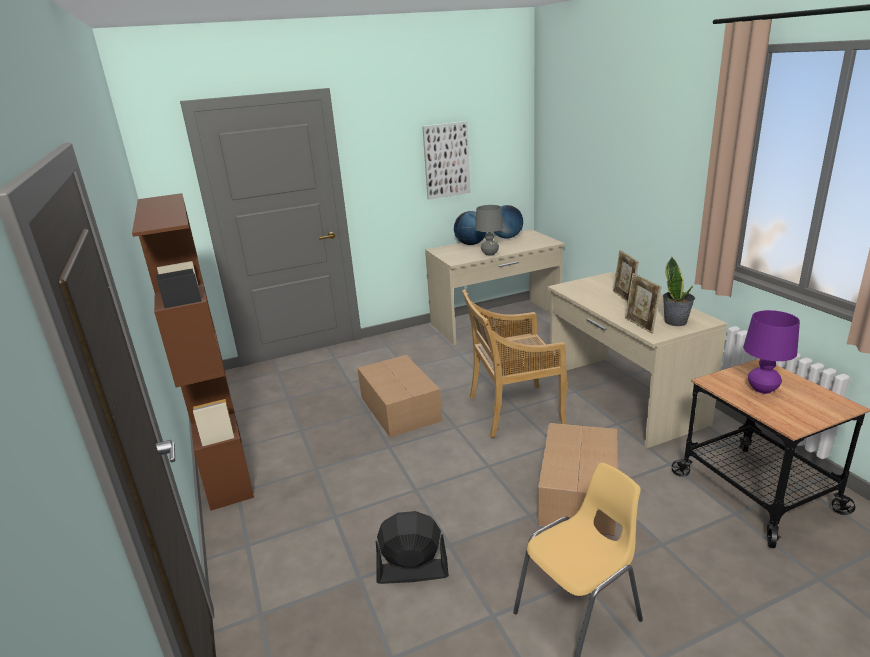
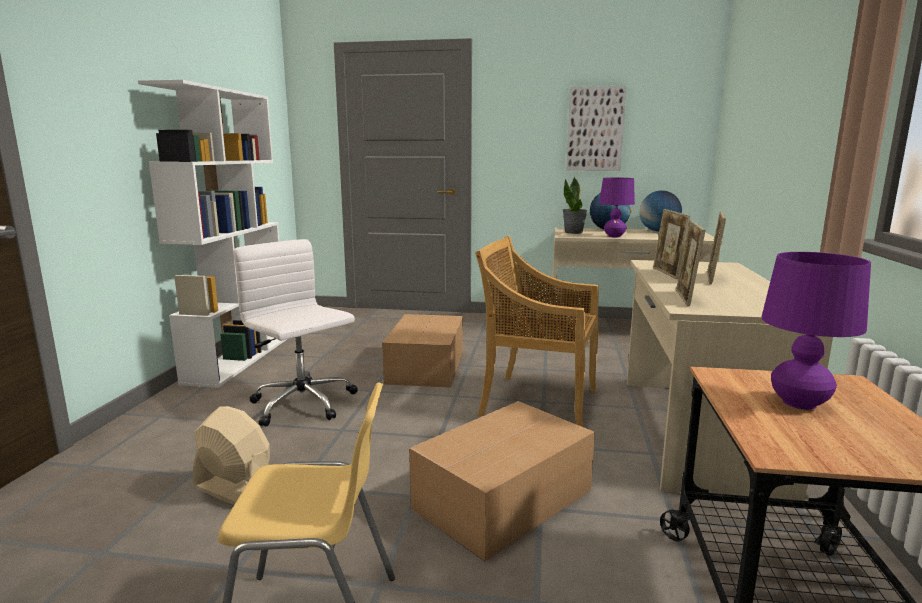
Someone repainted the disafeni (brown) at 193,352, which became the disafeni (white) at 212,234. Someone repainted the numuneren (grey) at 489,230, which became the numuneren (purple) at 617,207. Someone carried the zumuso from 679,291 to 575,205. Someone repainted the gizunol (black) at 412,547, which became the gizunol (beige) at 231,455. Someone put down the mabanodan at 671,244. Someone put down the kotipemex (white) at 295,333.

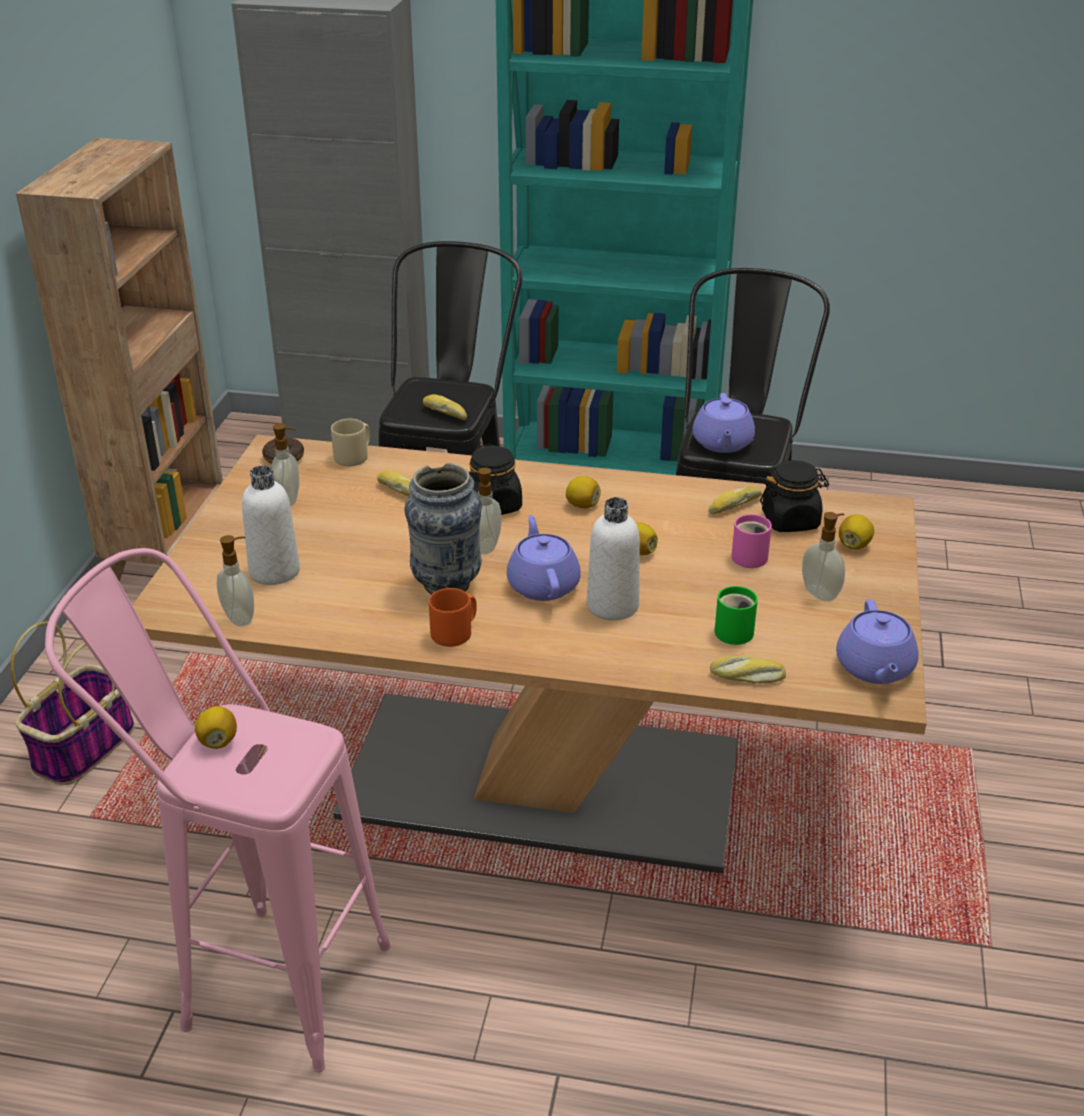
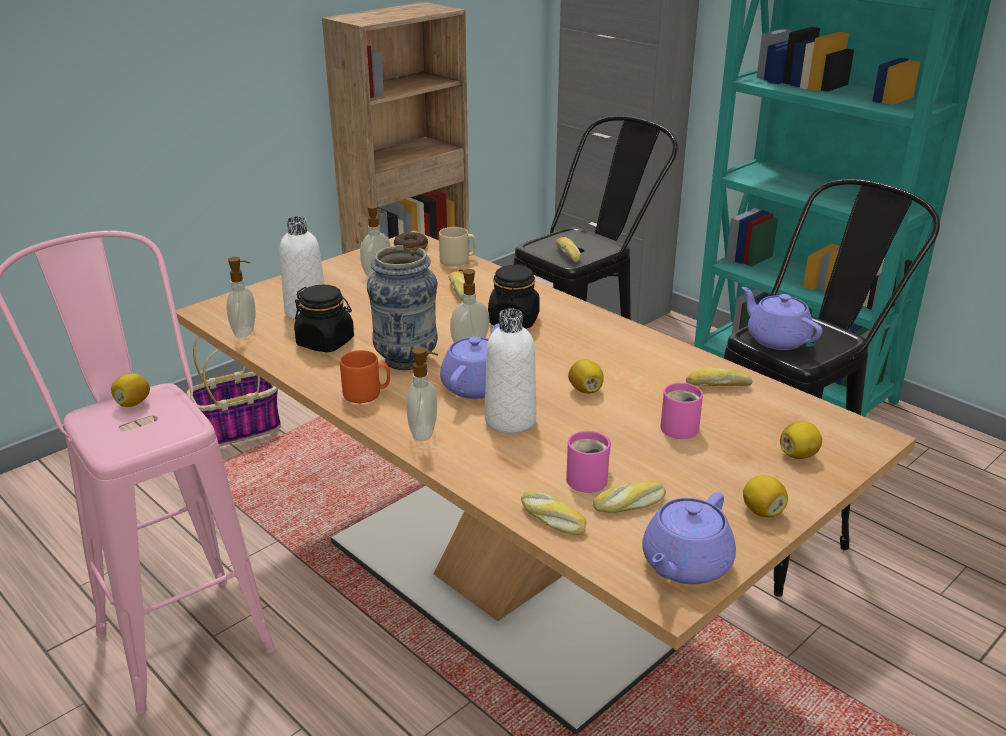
Someone rotated the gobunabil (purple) at 723,423 by 105 degrees clockwise. Someone carried the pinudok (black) from 794,496 to 324,318. Someone carried the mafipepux from 583,492 to 765,496. Someone carried the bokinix from 823,557 to 422,394. Someone repainted the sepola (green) at 736,615, which became the sepola (pink) at 588,462. Someone put down the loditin at 629,497.

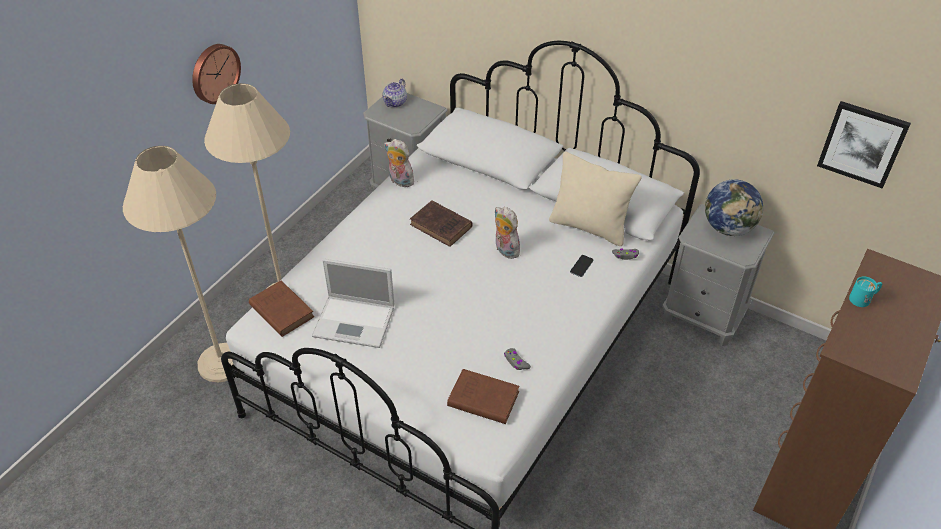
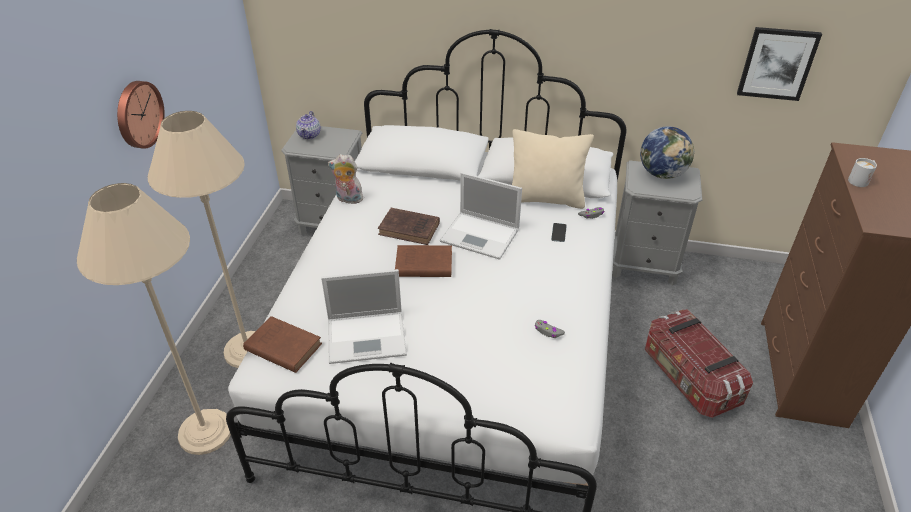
Someone swapped the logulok at 507,233 for the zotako at 481,216. Someone repainted the sepola (turquoise) at 865,292, which became the sepola (white) at 862,172. Someone carried the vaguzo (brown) from 483,396 to 423,261. Someone put down the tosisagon at 699,363.

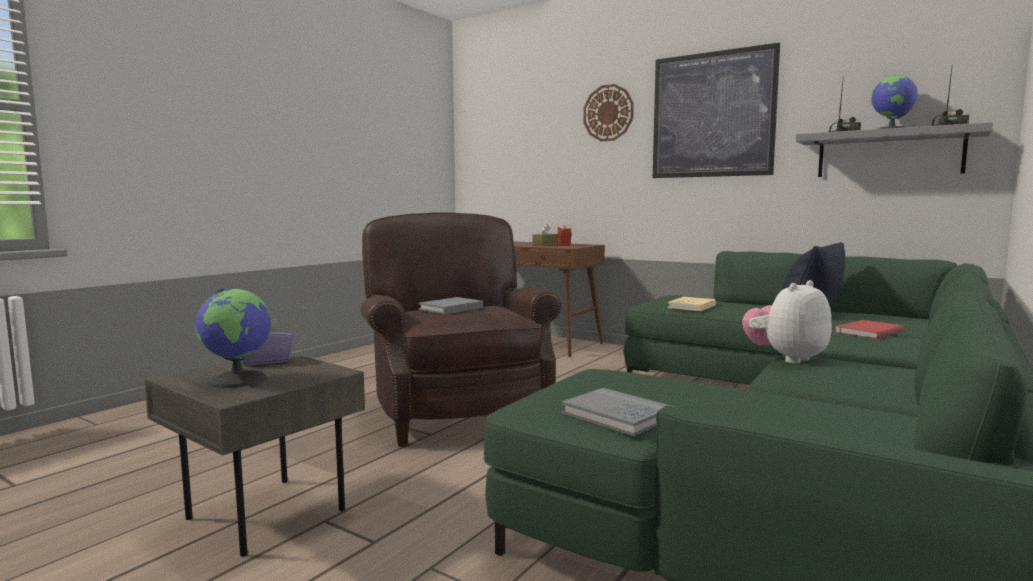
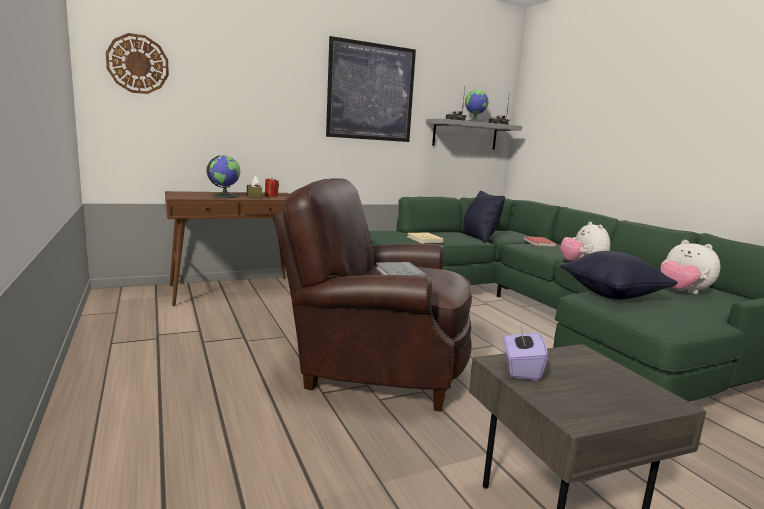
Someone carried the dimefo from 608,112 to 137,63. Someone carried the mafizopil from 233,338 to 224,176. Someone took away the vaguzo (grey) at 618,412. Someone put down the logulok at 690,267. Someone put down the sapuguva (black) at 619,275.

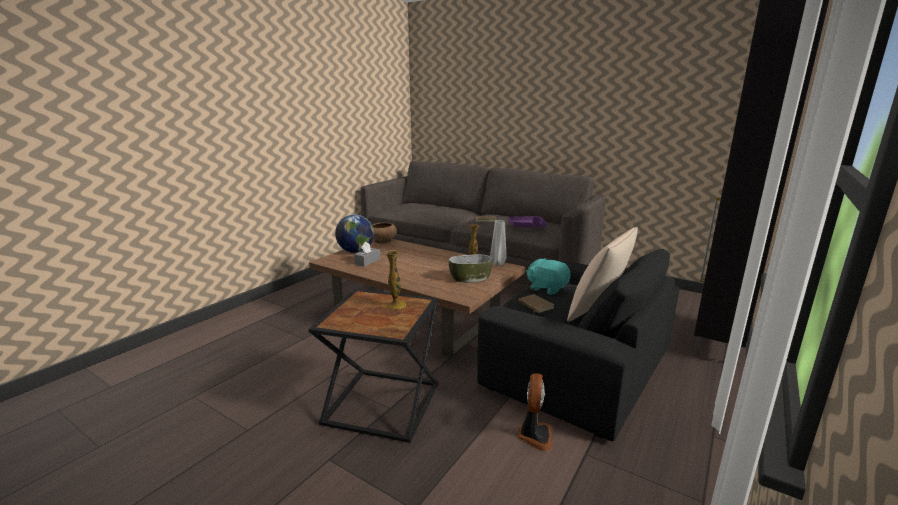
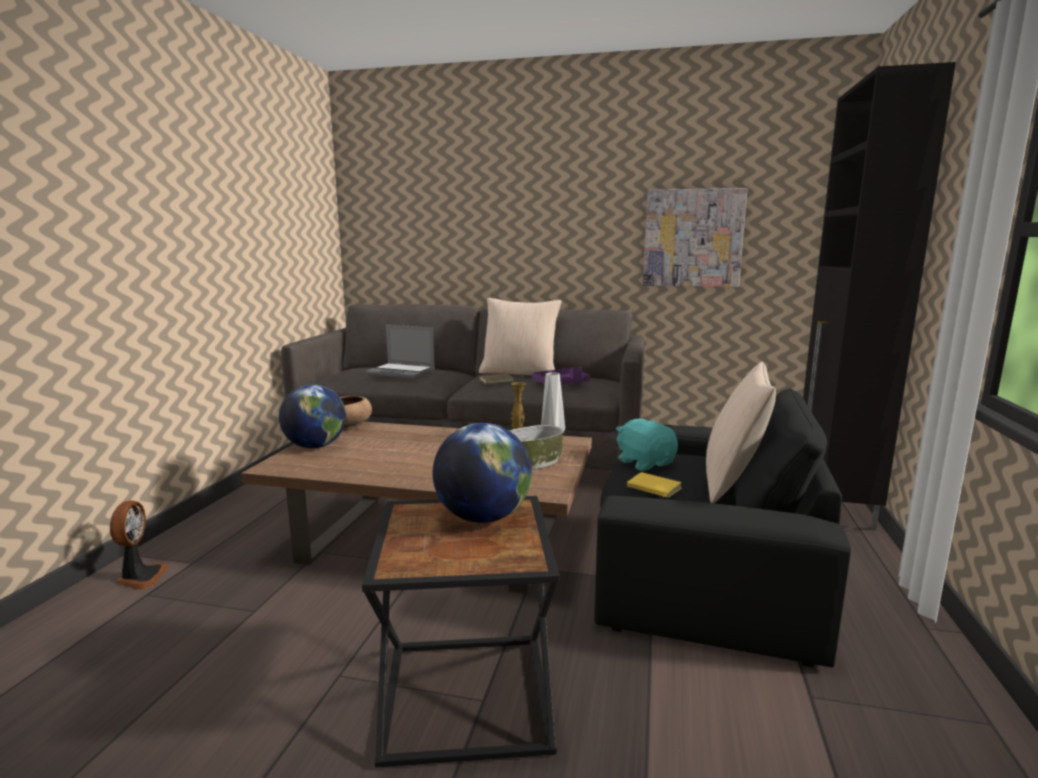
Someone took away the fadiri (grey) at 367,254. Someone swapped the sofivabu at 395,280 for the mafizopil at 482,473. Someone rotated the logulok (turquoise) at 548,276 by 45 degrees clockwise. Someone repainted the vaguzo (brown) at 536,303, which became the vaguzo (yellow) at 654,485. Someone carried the gizunol from 535,412 to 139,544. Someone put up the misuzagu at 695,237. Someone put down the sapuguva (beige) at 520,336. Someone put down the zotako at 400,352.

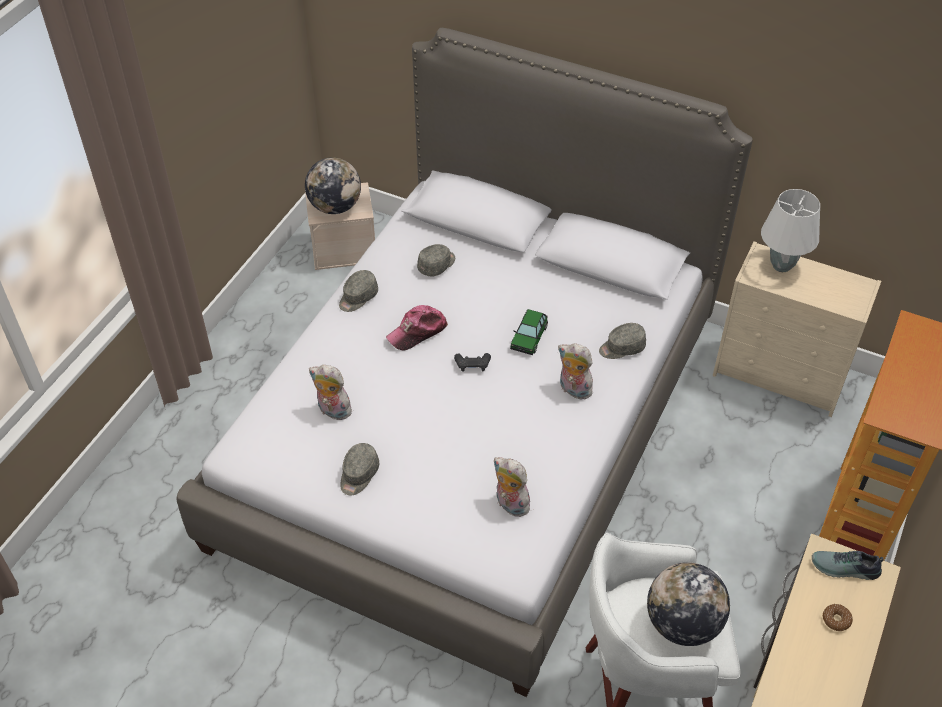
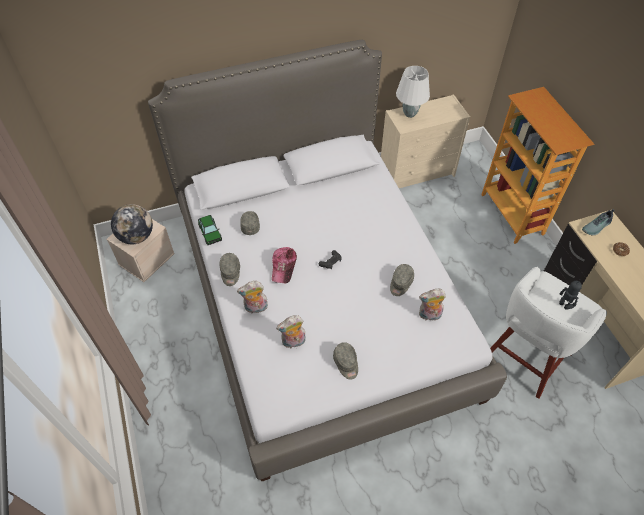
Someone carried the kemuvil from 529,332 to 210,230. Someone carried the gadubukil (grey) from 622,341 to 402,280. Someone carried the logulok from 575,371 to 252,297. Someone swapped the mafizopil at 688,604 for the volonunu at 570,295.

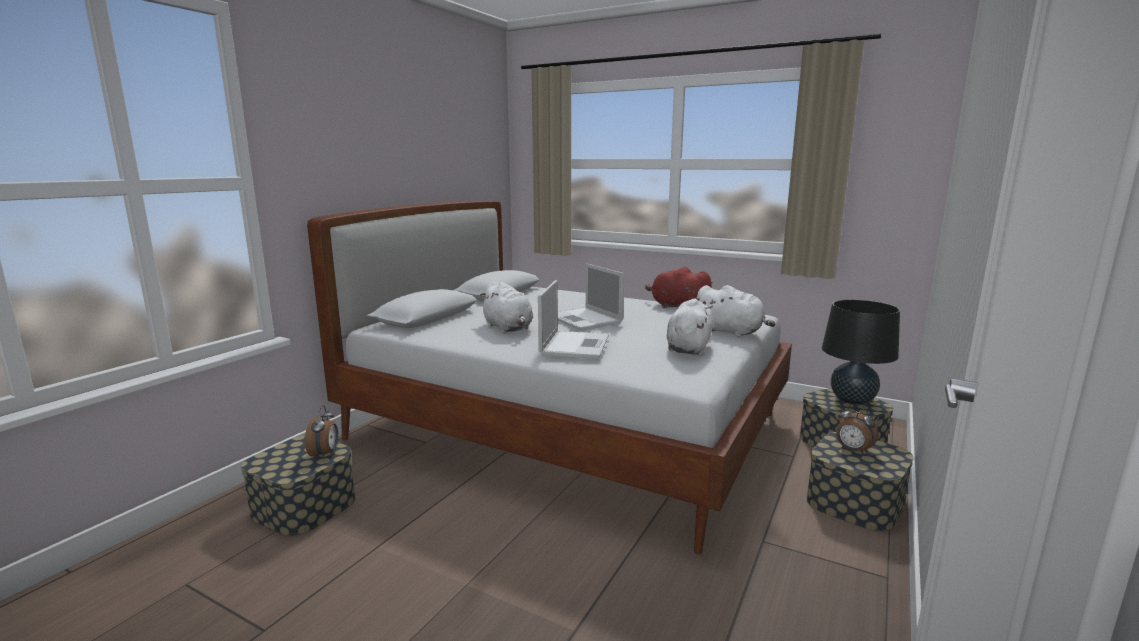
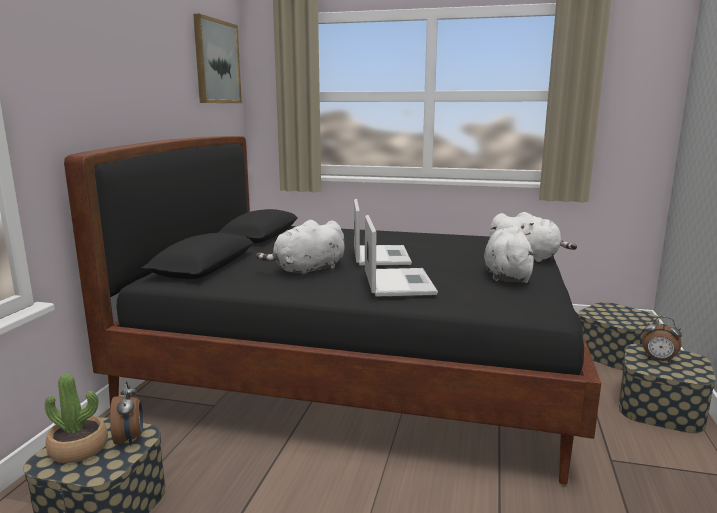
Someone repainted the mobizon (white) at 549,377, which became the mobizon (black) at 332,310. Someone rotated the zotako at 591,296 by 135 degrees counterclockwise. Someone took away the logulok (red) at 679,287. Someone rotated the logulok (white) at 506,307 by 105 degrees clockwise. Someone took away the numuneren (black) at 861,352. Someone put up the misuzagu at 217,58. Someone put down the zumuso at 76,418.

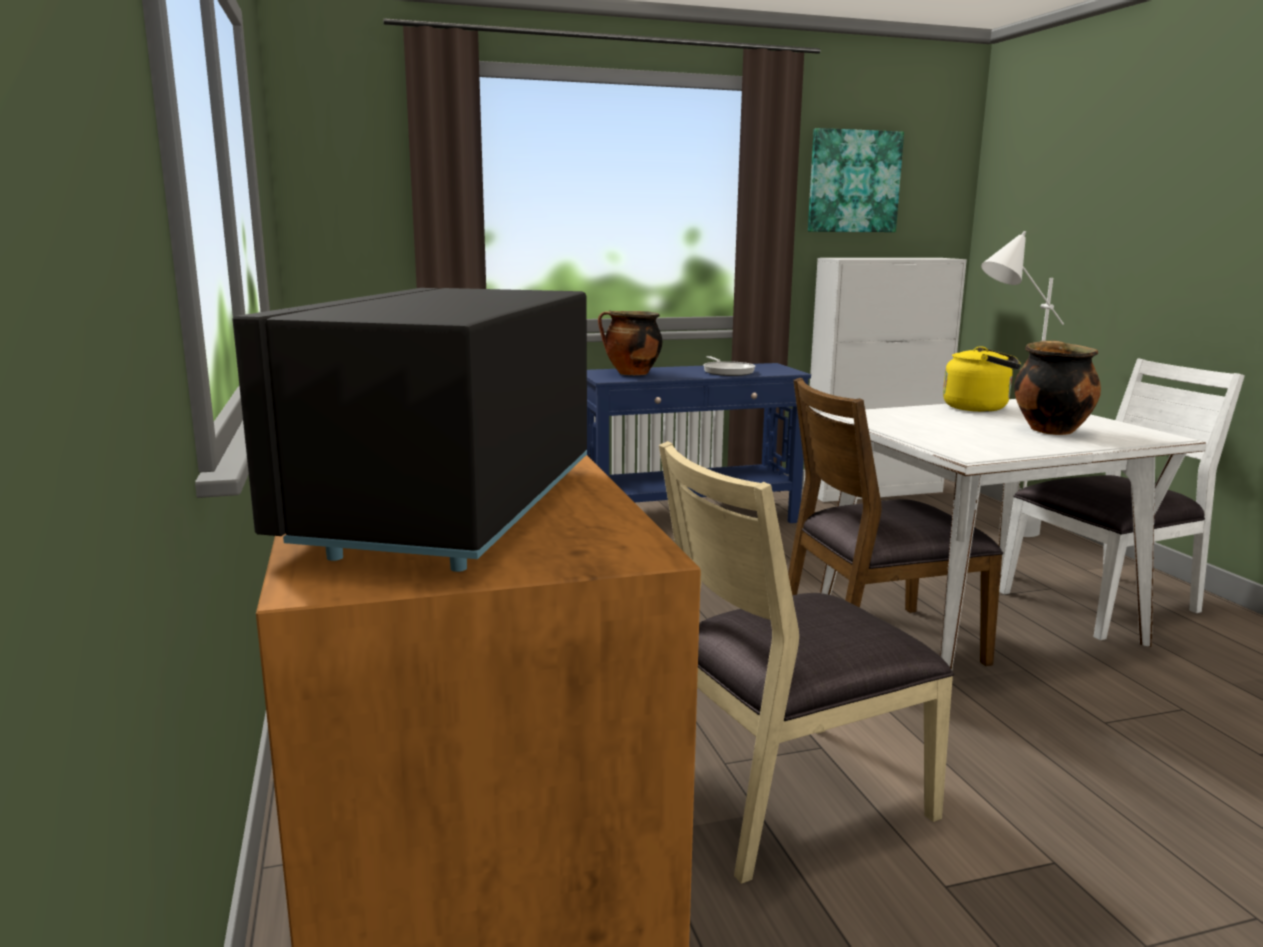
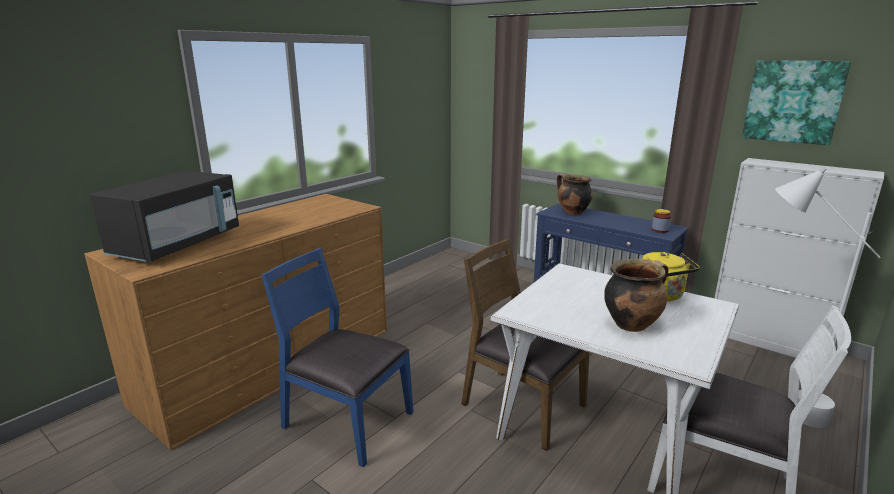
Someone rotated the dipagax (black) at 409,430 by 135 degrees clockwise. Someone took away the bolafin at 729,366. Someone repainted the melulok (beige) at 806,662, which became the melulok (blue) at 337,357. Someone put down the pinudok at 661,221.

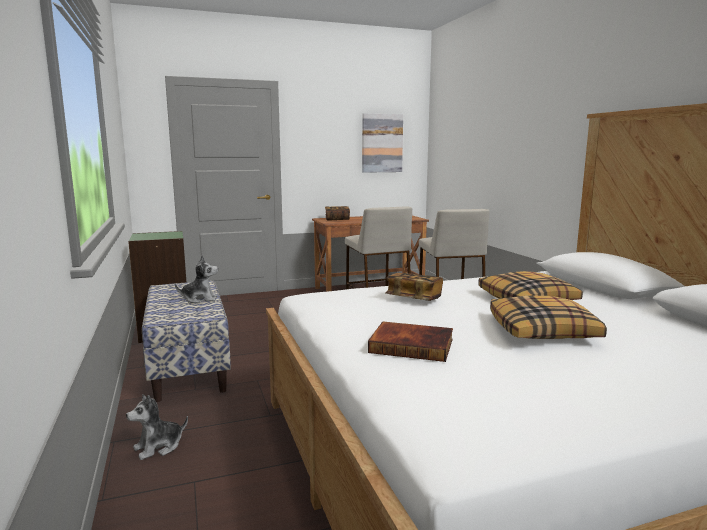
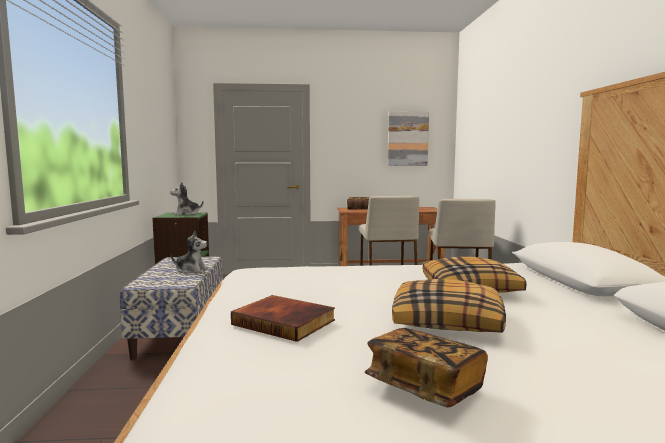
Someone carried the vaguzo from 414,287 to 426,367. Someone carried the logulok from 157,427 to 186,198.

